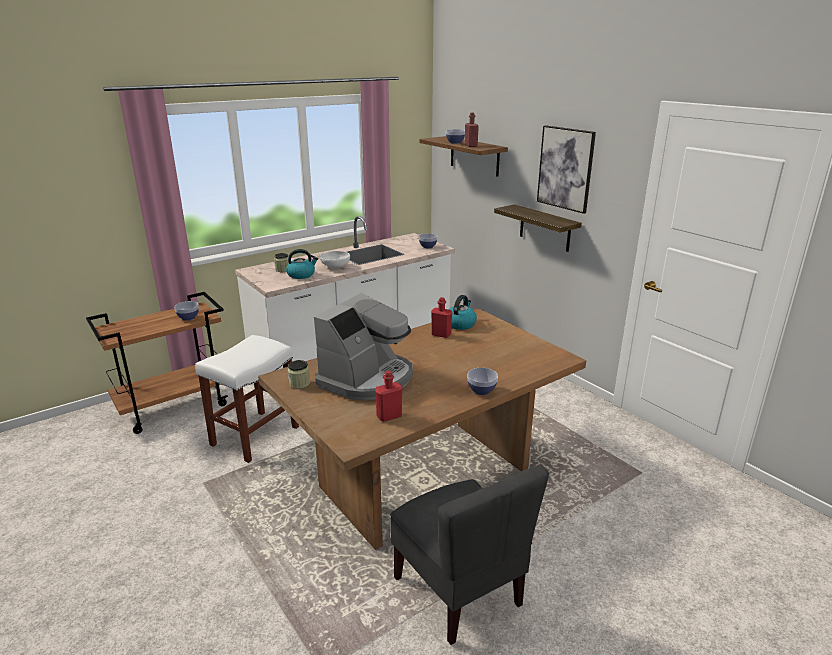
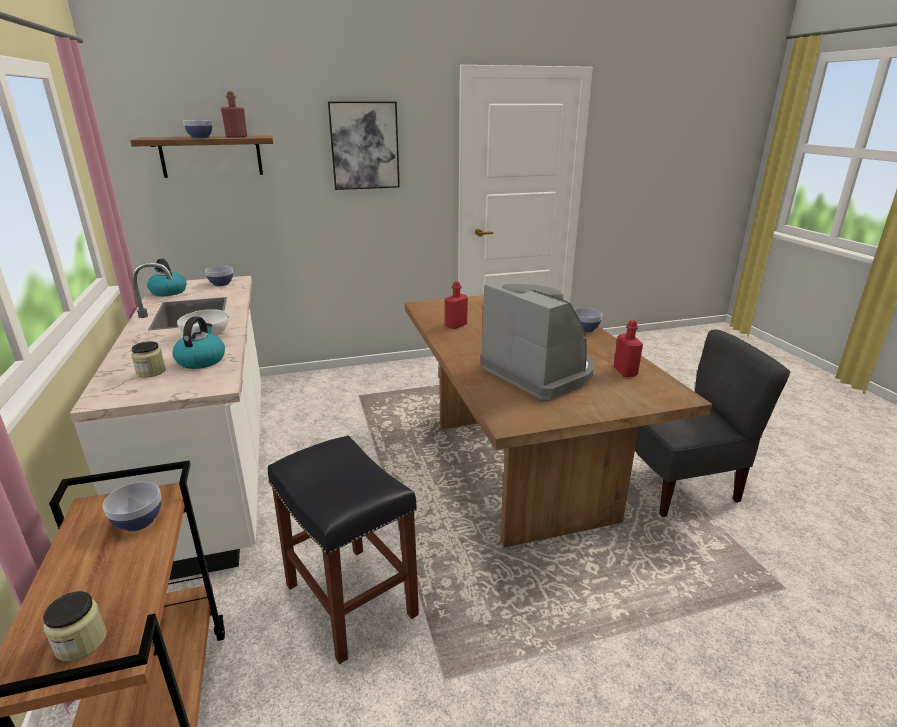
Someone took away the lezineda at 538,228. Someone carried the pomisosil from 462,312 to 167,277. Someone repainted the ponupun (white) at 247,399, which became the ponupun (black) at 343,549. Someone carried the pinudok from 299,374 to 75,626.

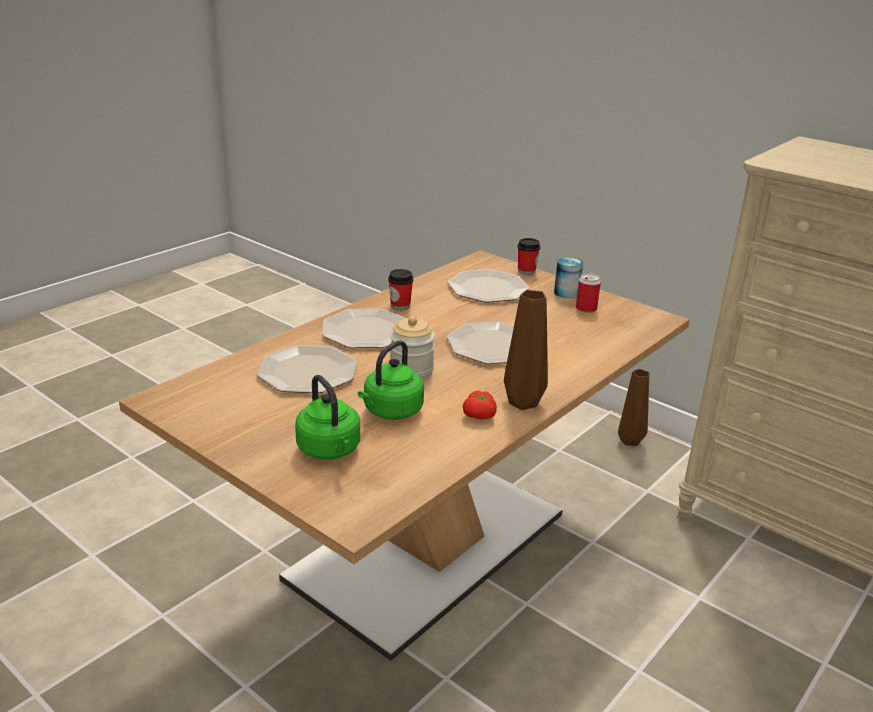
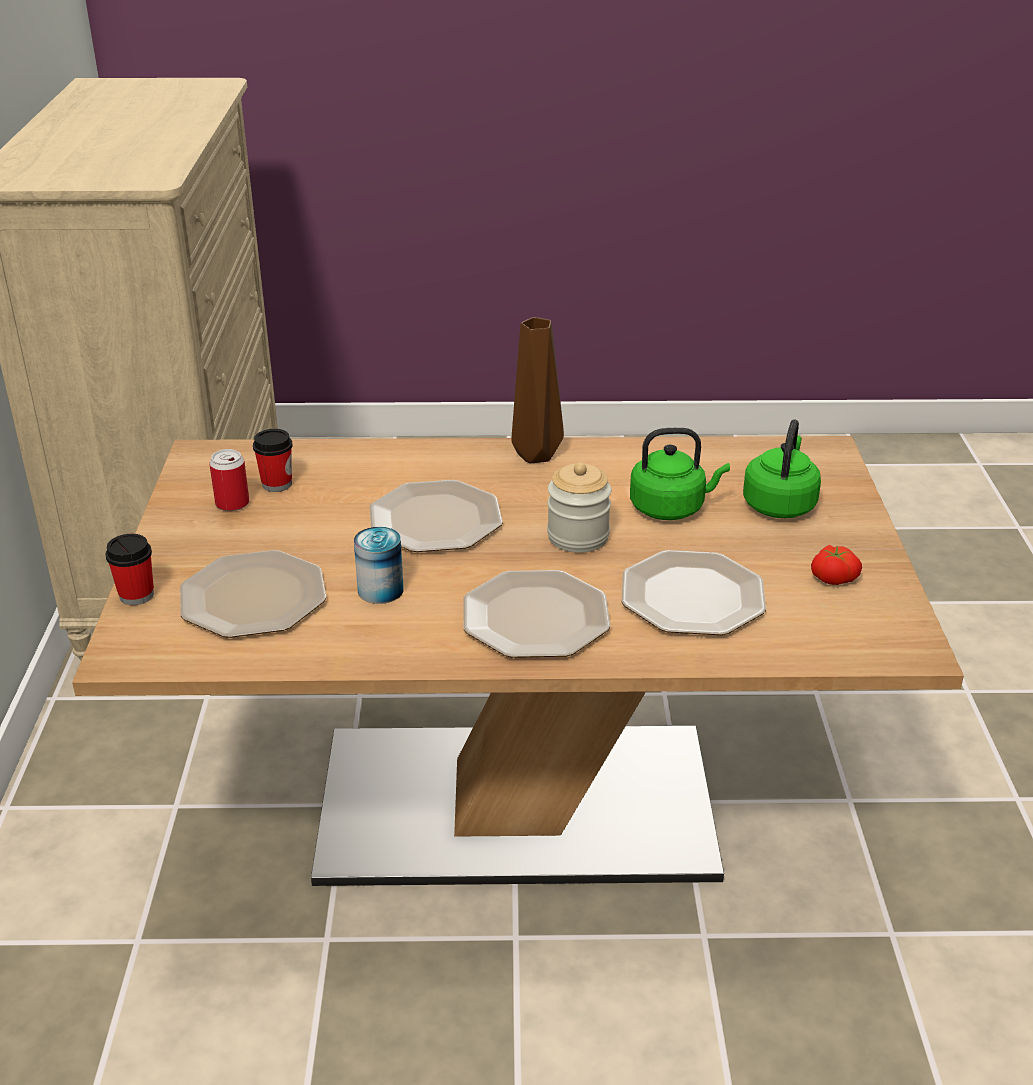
Someone carried the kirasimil from 568,277 to 379,565. Someone carried the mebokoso from 401,289 to 273,460. Someone took away the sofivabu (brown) at 633,407. Someone carried the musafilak from 480,405 to 836,565.

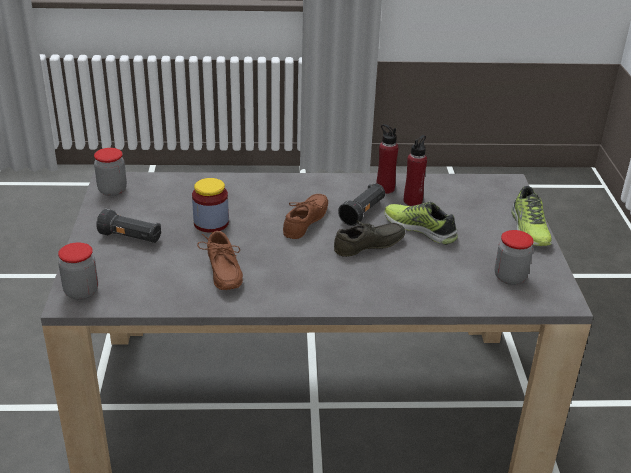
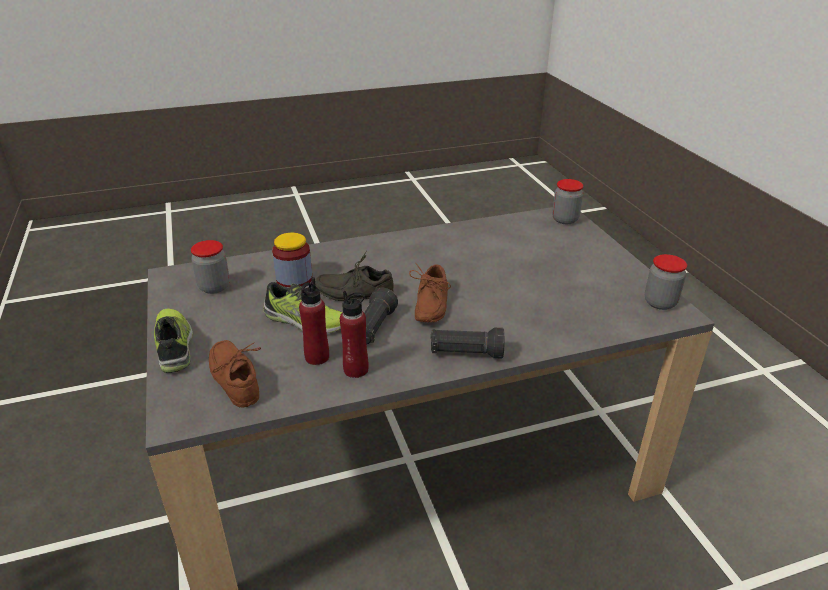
Someone carried the pinudok from 210,205 to 292,260. Someone carried the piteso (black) from 128,226 to 468,343. Someone rotated the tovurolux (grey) at 369,238 by 45 degrees clockwise. Someone carried the tovurolux (brown) from 220,260 to 235,374.

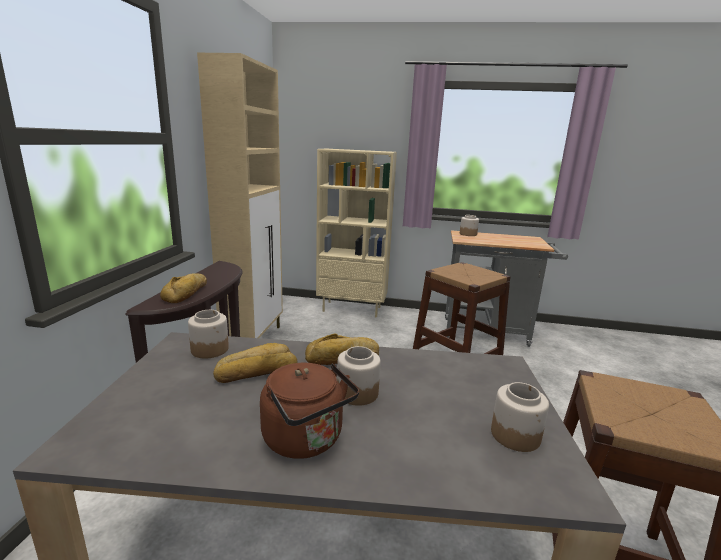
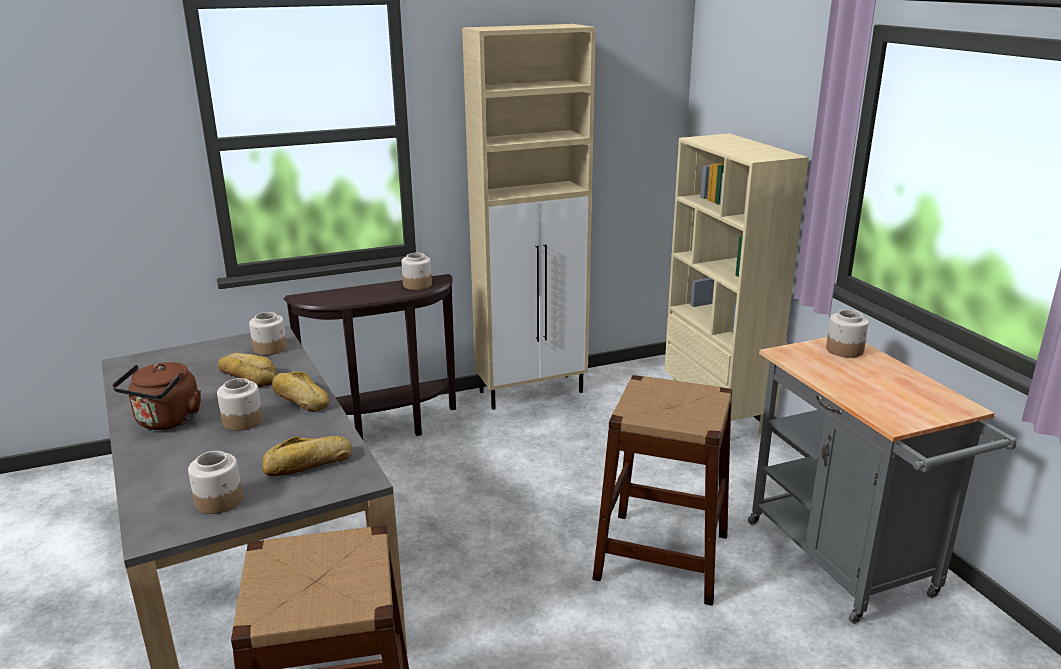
Someone carried the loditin from 183,288 to 307,456. Someone put down the pinudok at 416,271.

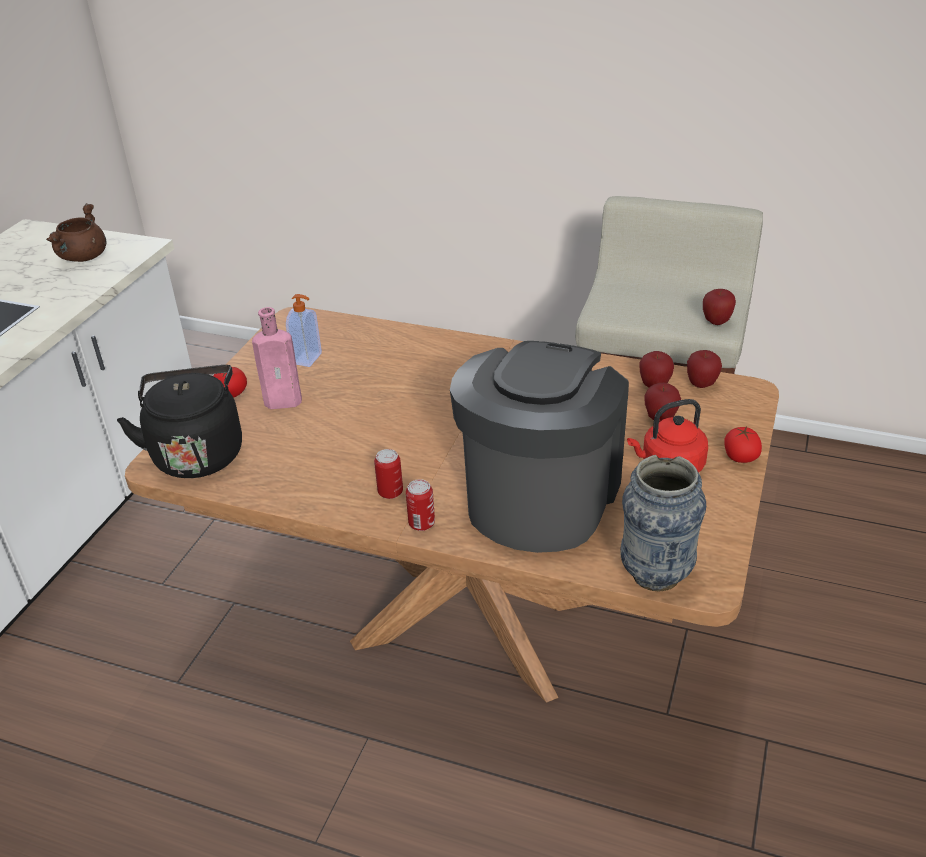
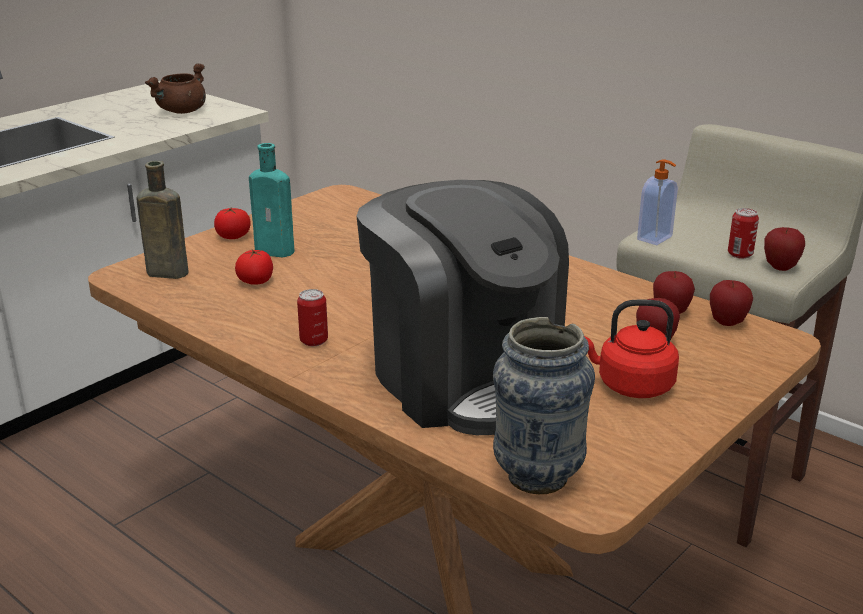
Someone carried the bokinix from 304,330 to 657,202. Someone repainted the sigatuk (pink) at 277,358, which became the sigatuk (turquoise) at 271,200. Someone rotated the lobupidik at 539,447 by 105 degrees clockwise. Someone swapped the pomisosil (black) at 179,421 for the sigatuk (brown) at 163,220. Someone carried the musafilak from 743,445 to 254,267. Someone carried the kirasimil from 420,505 to 743,233.

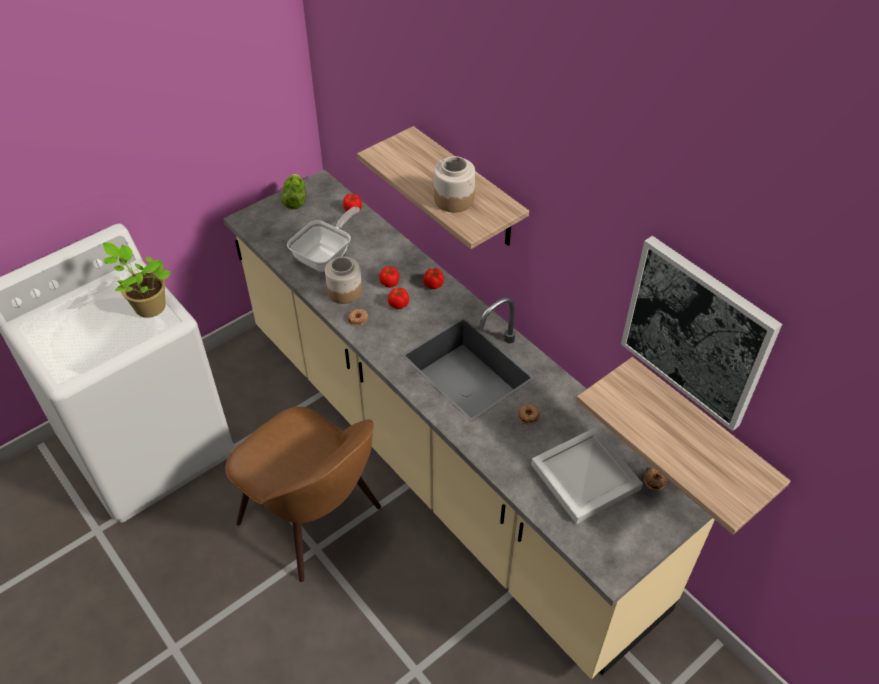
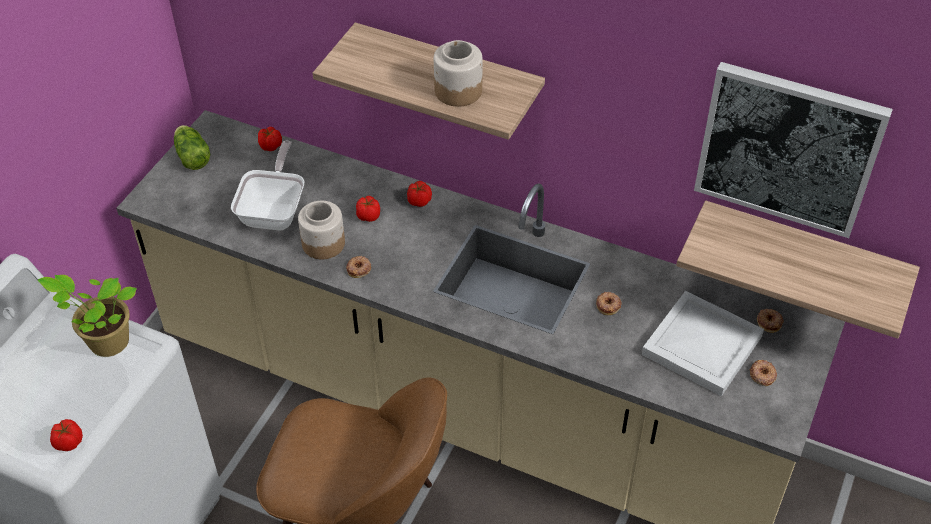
Someone carried the musafilak from 398,298 to 66,435. Someone put down the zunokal at 763,373.

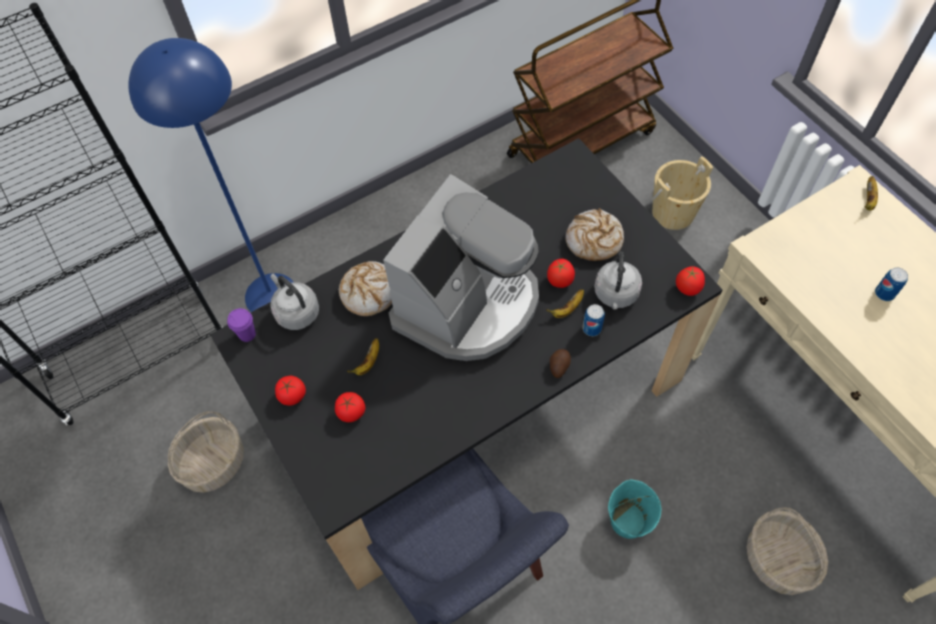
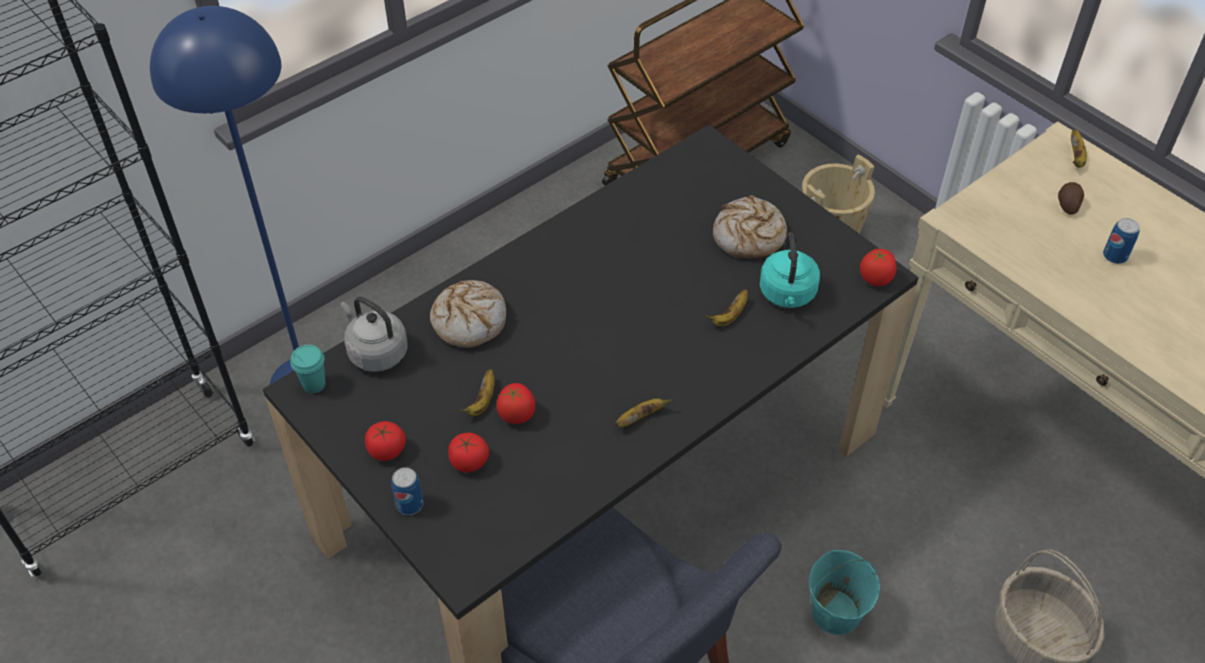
Someone took away the lobupidik at 461,267. Someone repainted the pomisosil (grey) at 618,280, which became the pomisosil (turquoise) at 790,270. Someone carried the musafilak from 561,273 to 516,403. Someone carried the kirasimil from 593,320 to 407,491. Someone repainted the mebokoso (purple) at 241,325, which became the mebokoso (turquoise) at 308,369. Someone carried the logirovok from 560,363 to 1071,198. Someone took away the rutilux at 206,452. Someone put down the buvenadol at 644,413.

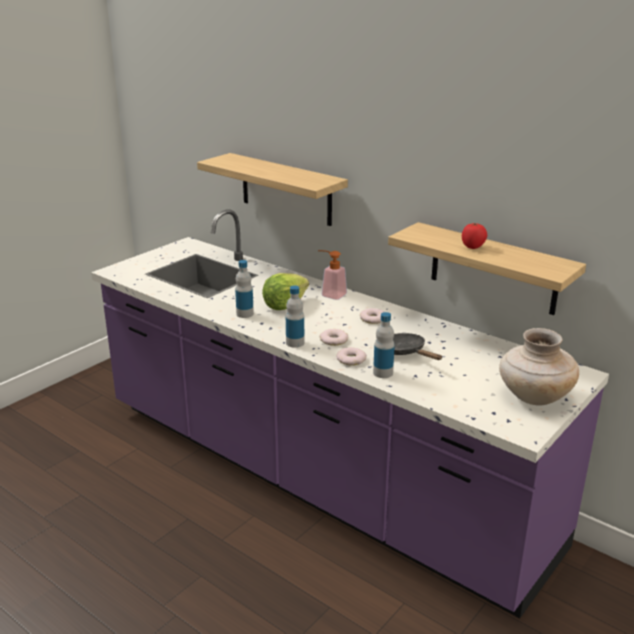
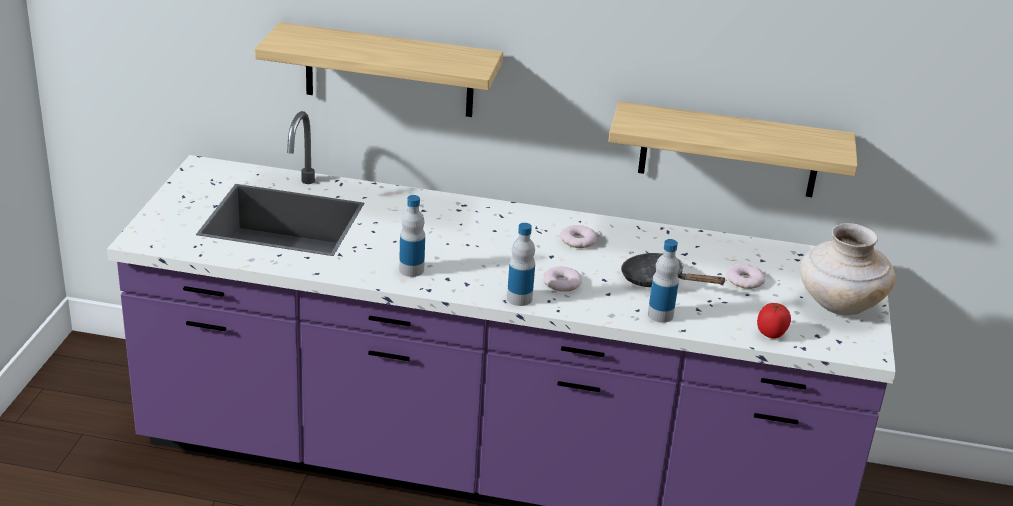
Someone carried the musafilak from 474,236 to 774,320. Someone took away the bokinix at 332,275. Someone took away the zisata at 285,291. Someone carried the zunokal from 351,356 to 746,276.

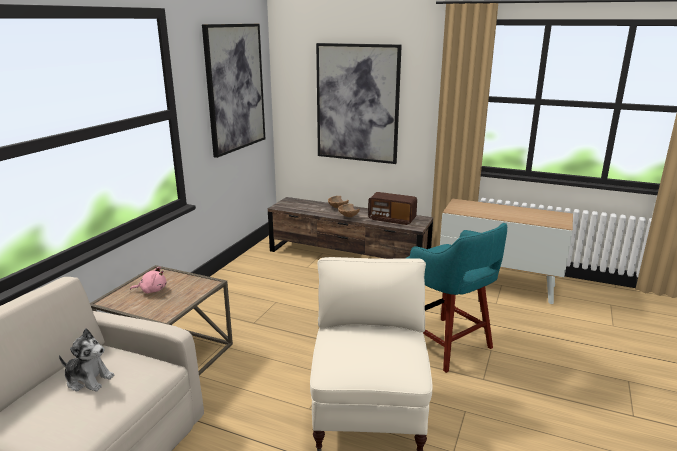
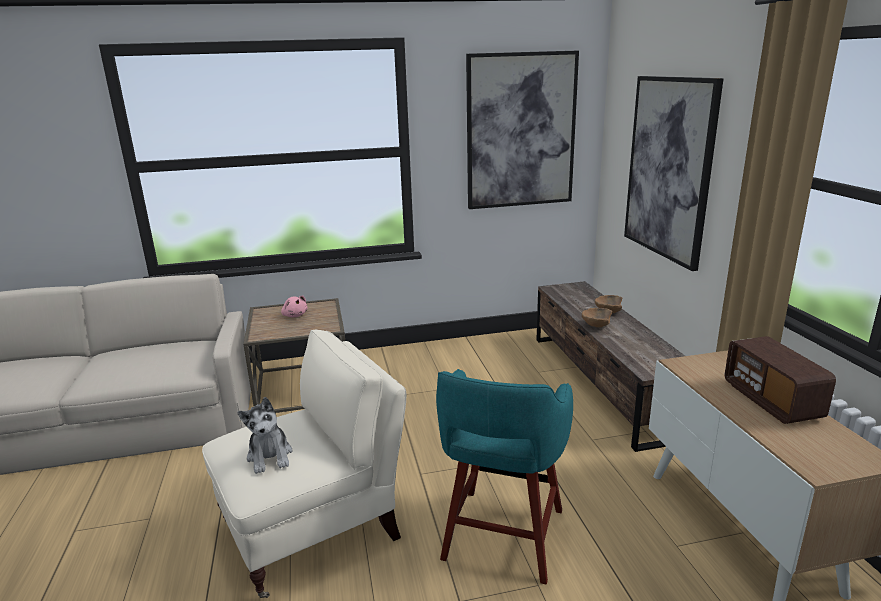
Someone carried the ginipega from 392,208 to 780,380. Someone carried the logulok from 86,360 to 265,435.

